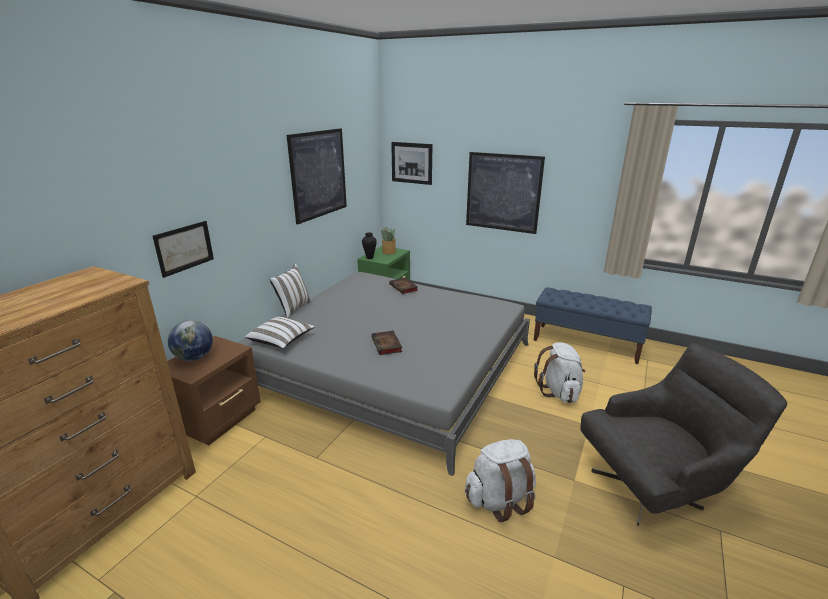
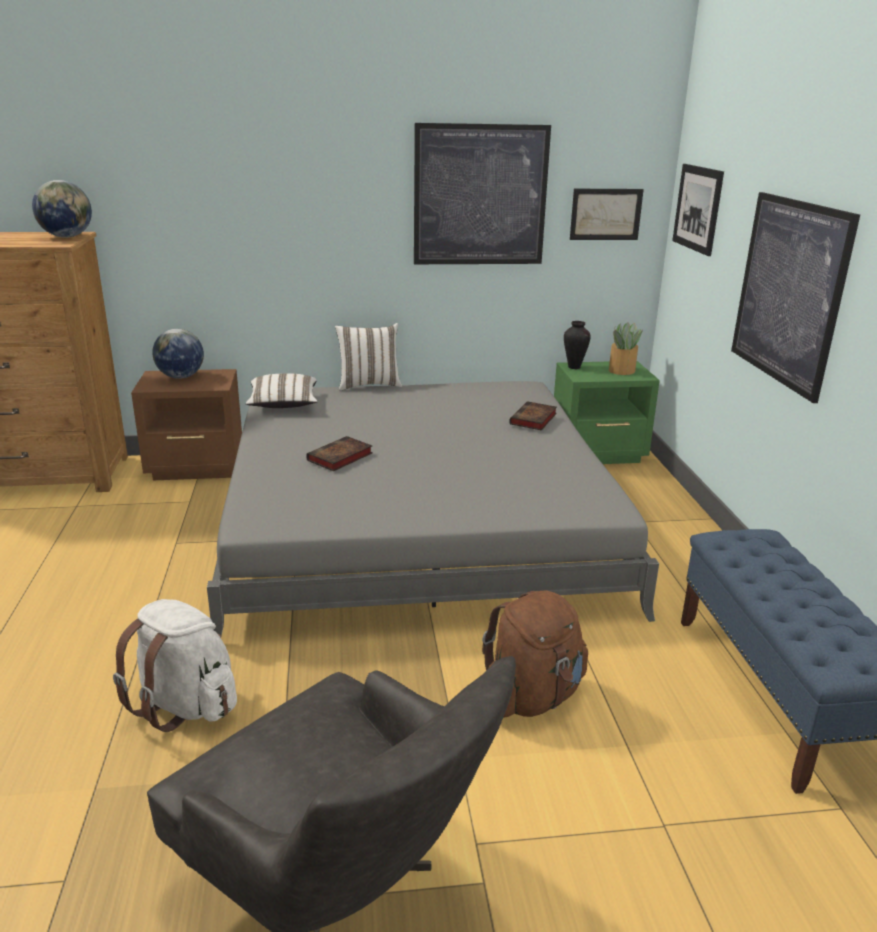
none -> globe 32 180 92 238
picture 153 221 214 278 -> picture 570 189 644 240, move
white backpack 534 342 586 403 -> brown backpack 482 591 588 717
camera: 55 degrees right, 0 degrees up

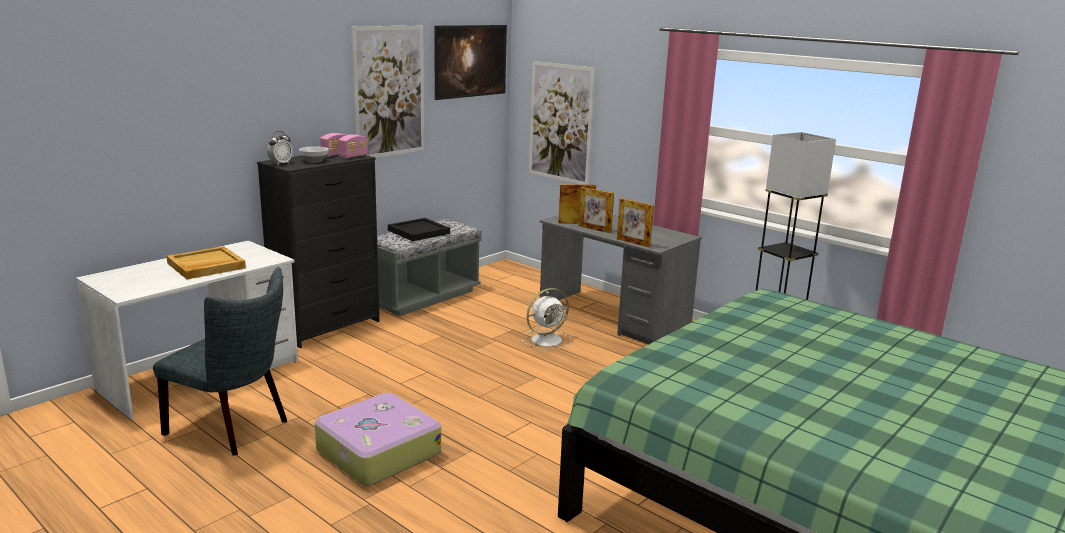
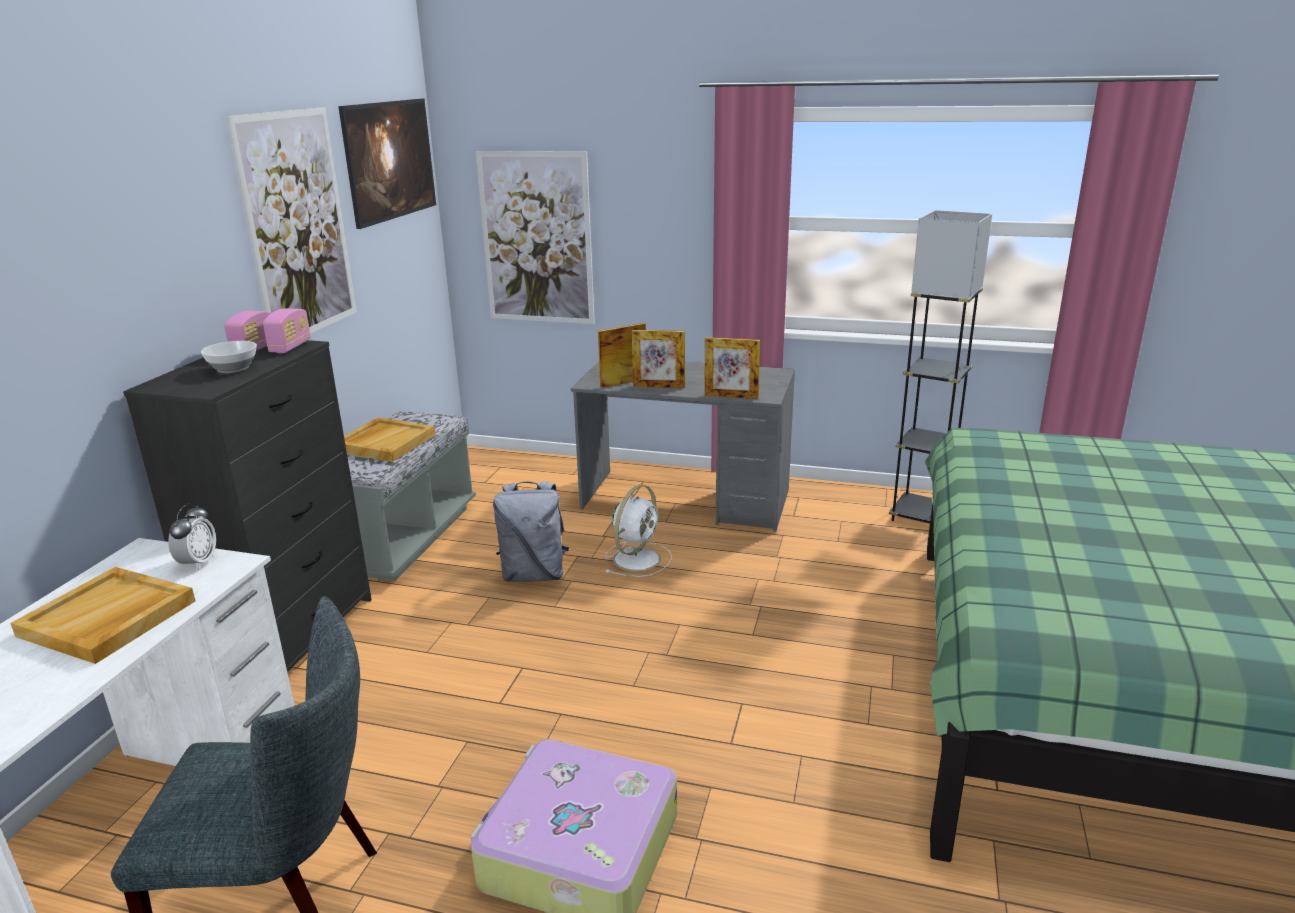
none -> grey backpack 493 480 569 582
alarm clock 267 131 292 165 -> alarm clock 168 503 216 570, move
black tray 388 218 450 241 -> beige tray 344 418 436 462
camera: 25 degrees left, 5 degrees up

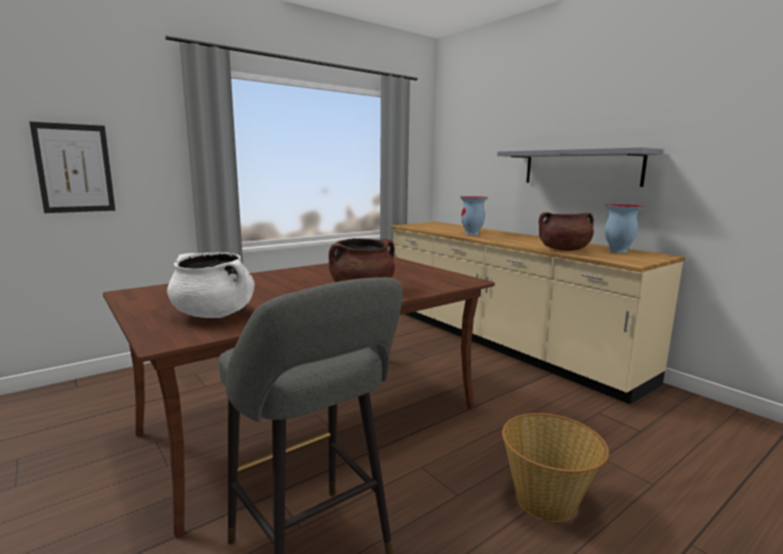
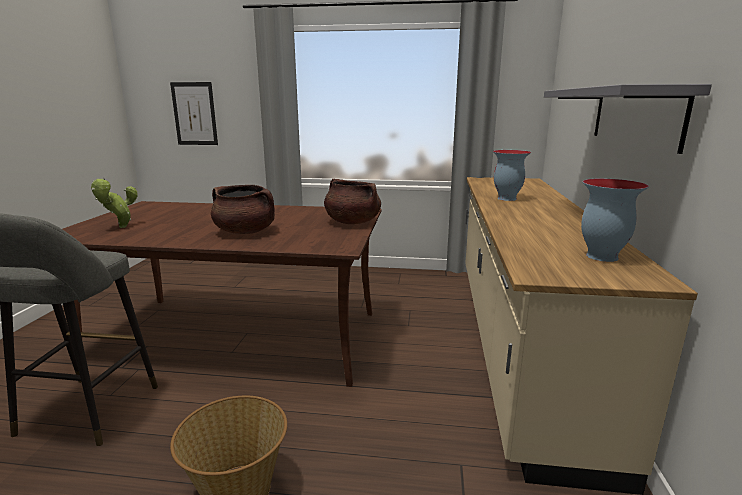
brown cooking pot 539 212 594 251 -> brown cooking pot 324 179 381 224, move
white cooking pot 167 253 255 318 -> potted plant 91 178 138 228
camera: 45 degrees right, 5 degrees up

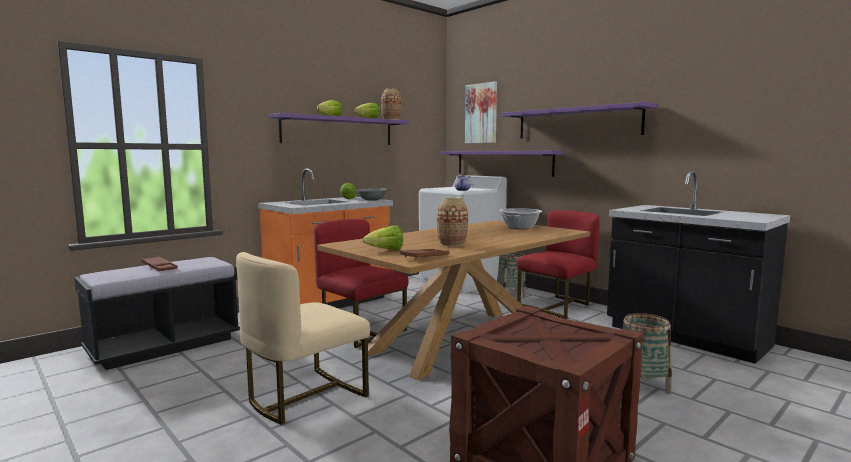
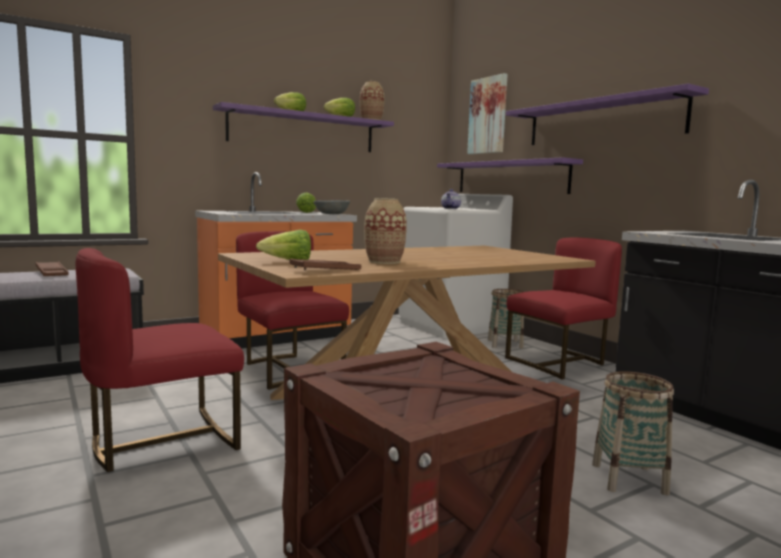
cooking pot 499 208 542 229 -> none
beige chair 236 252 370 425 -> red chair 76 248 244 472
camera: 10 degrees right, 0 degrees up

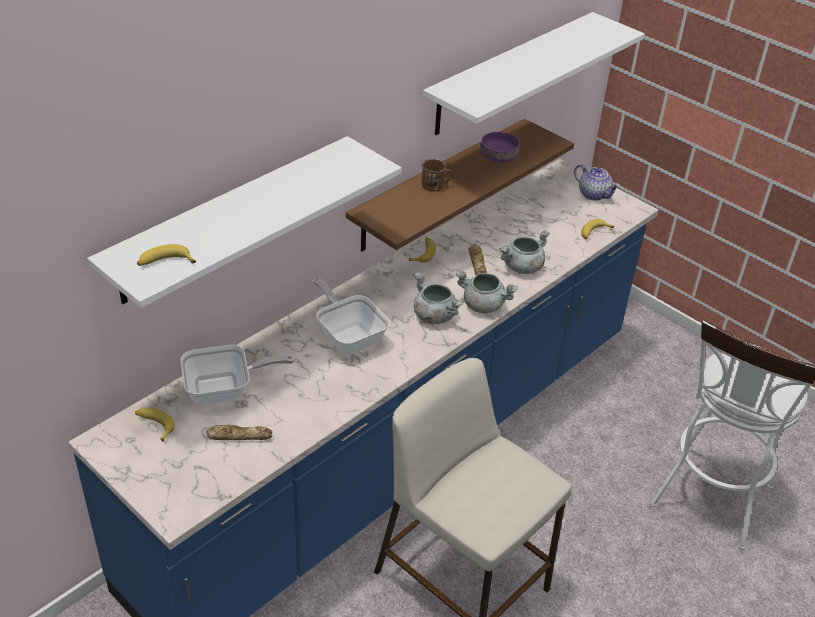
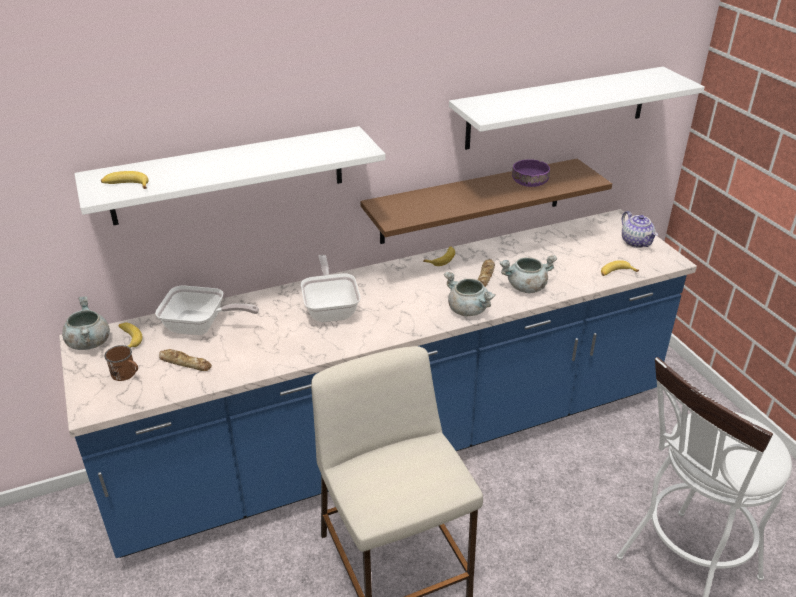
grey cooking pot 414 272 463 324 -> grey cooking pot 62 296 110 350, move
brown mug 422 159 453 191 -> brown mug 104 345 138 381, move
camera: 25 degrees right, 5 degrees down

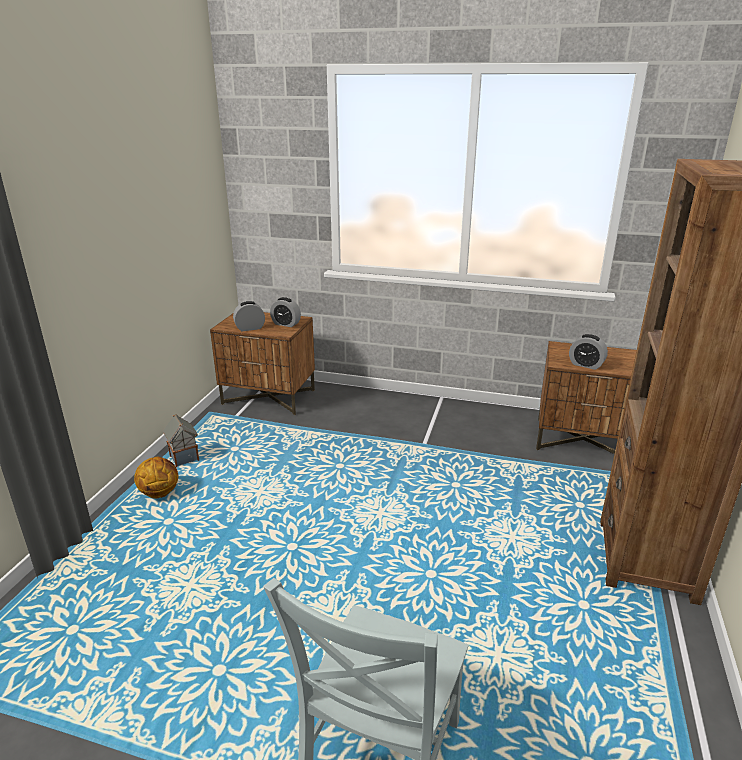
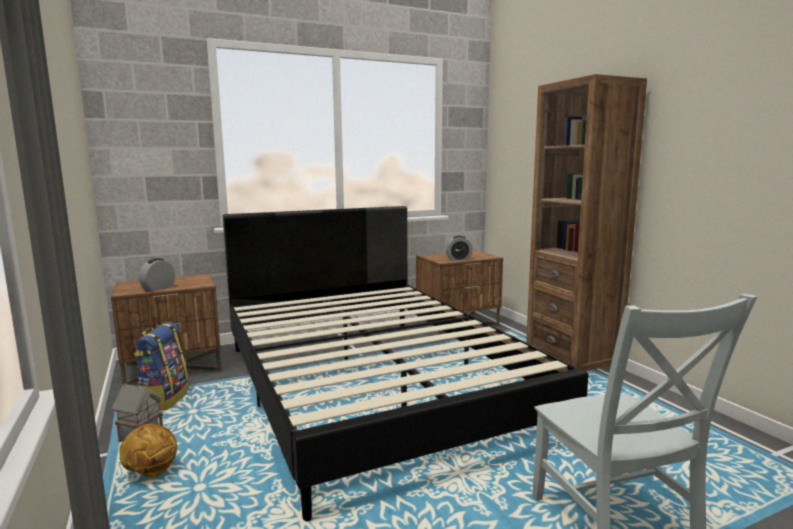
alarm clock 270 297 301 327 -> none
none -> backpack 134 322 189 411
none -> black bed 223 206 589 521
camera: 40 degrees left, 15 degrees down

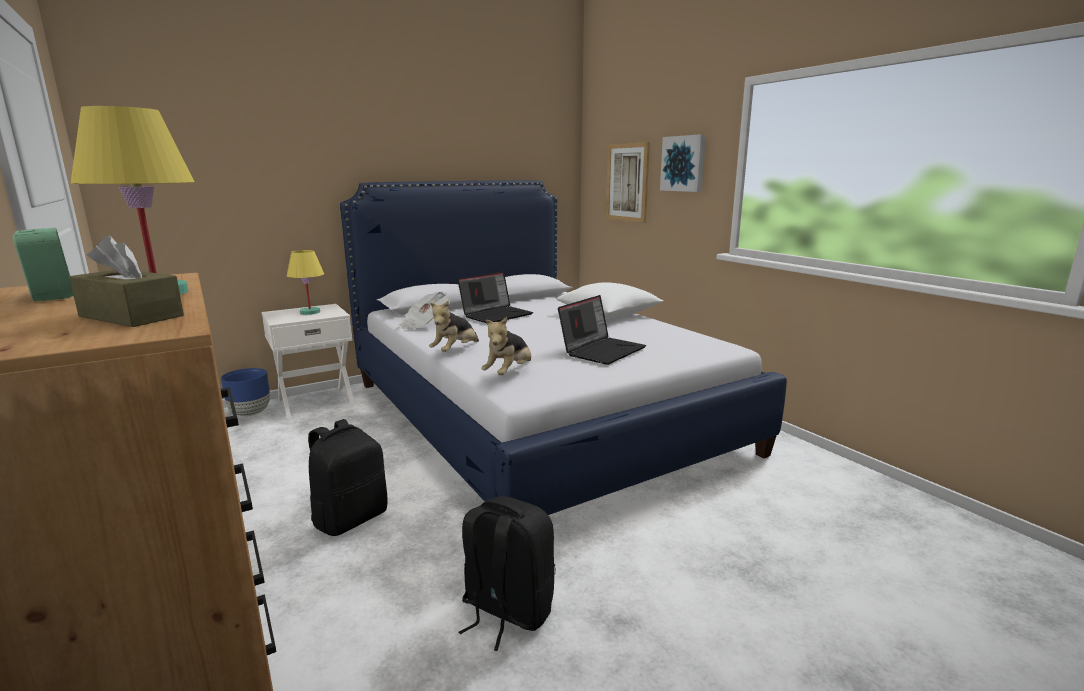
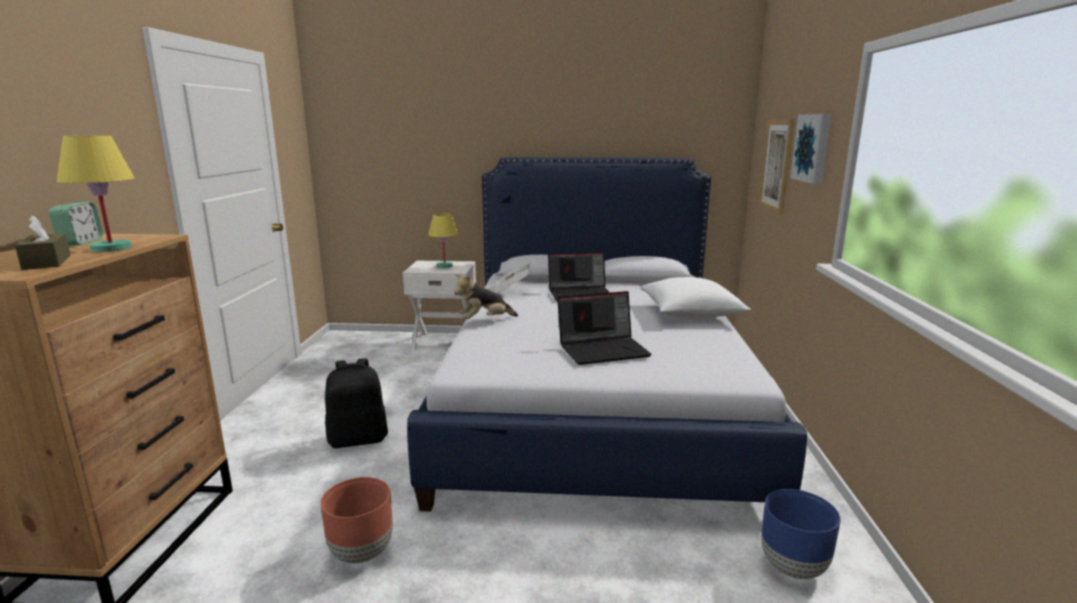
plush toy 481 317 531 375 -> none
blue planter 221 368 270 416 -> blue planter 761 489 841 579, move
black backpack 458 496 555 651 -> brown planter 320 477 393 564
camera: 35 degrees right, 0 degrees up

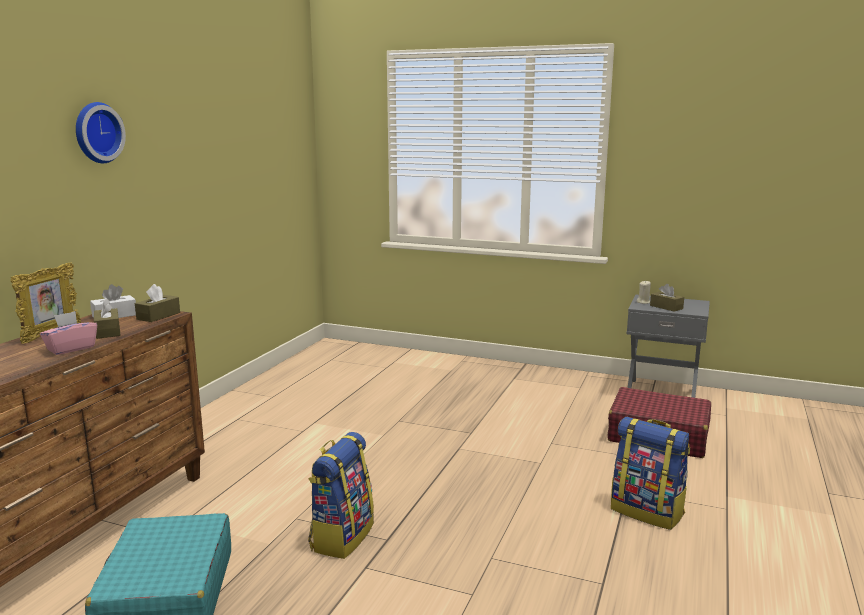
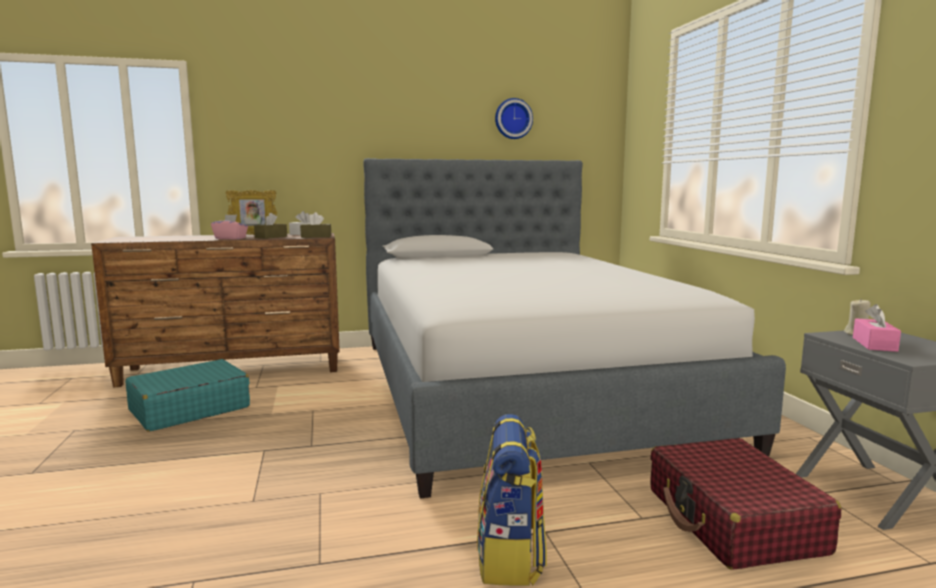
backpack 308 432 374 559 -> none
none -> bed 363 158 786 498
wall clock 76 102 126 163 -> wall clock 495 98 533 139, move
brown tissue box 650 284 684 312 -> pink tissue box 853 304 901 352
camera: 55 degrees right, 5 degrees down

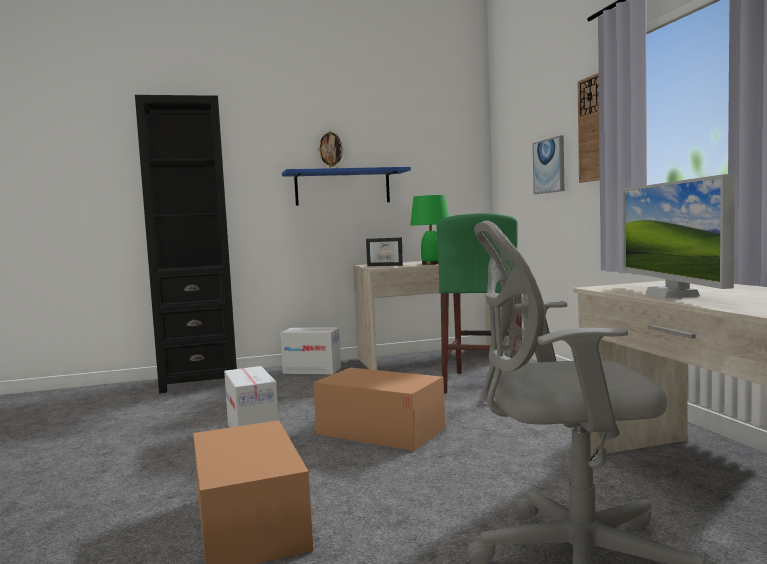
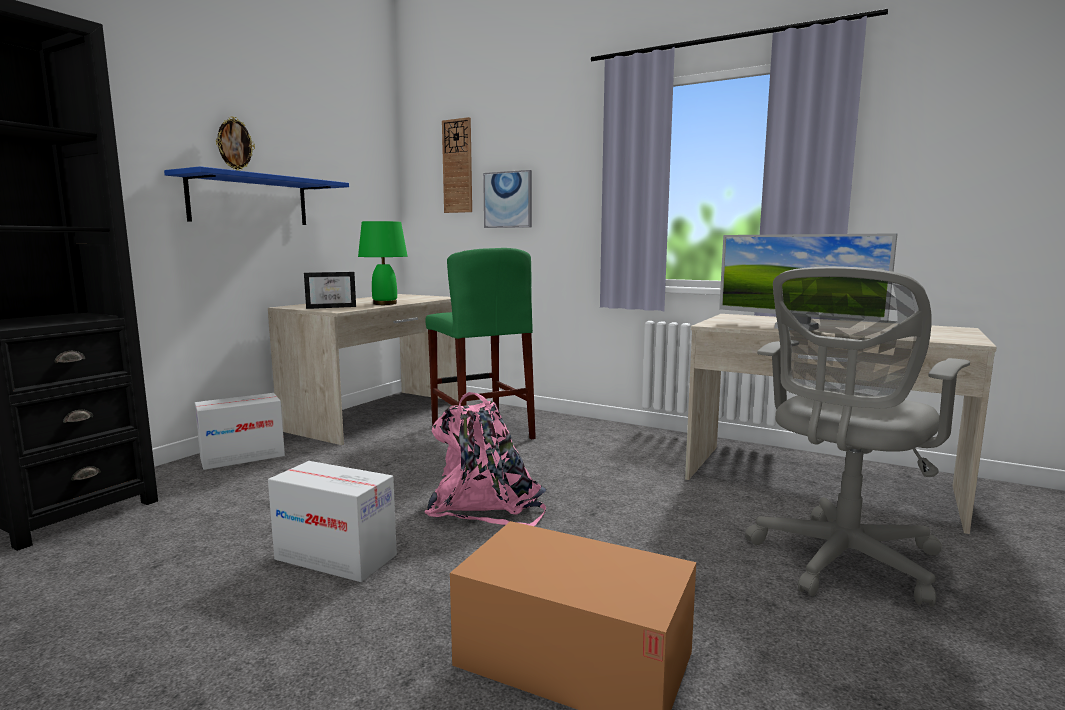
wall clock 578 73 600 183 -> wall clock 442 117 472 213, move
cardboard box 313 368 445 451 -> pink backpack 424 392 546 526
camera: 45 degrees left, 5 degrees up

